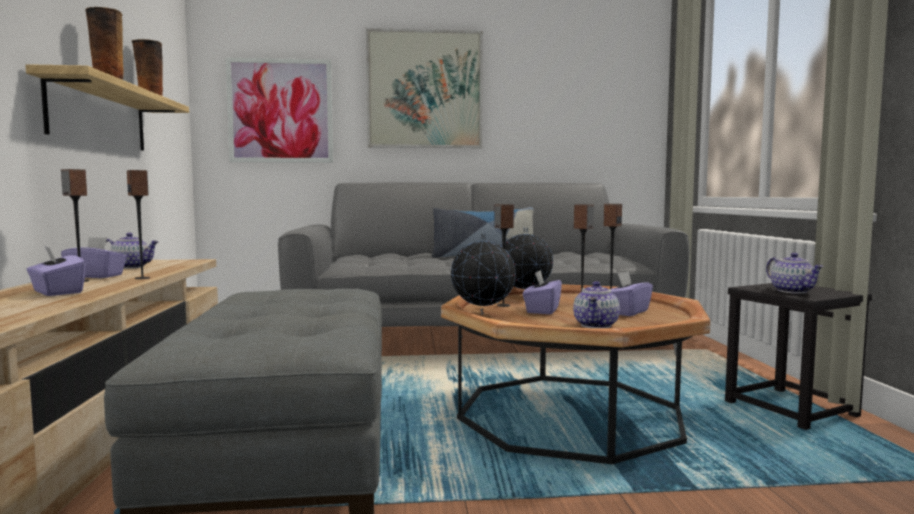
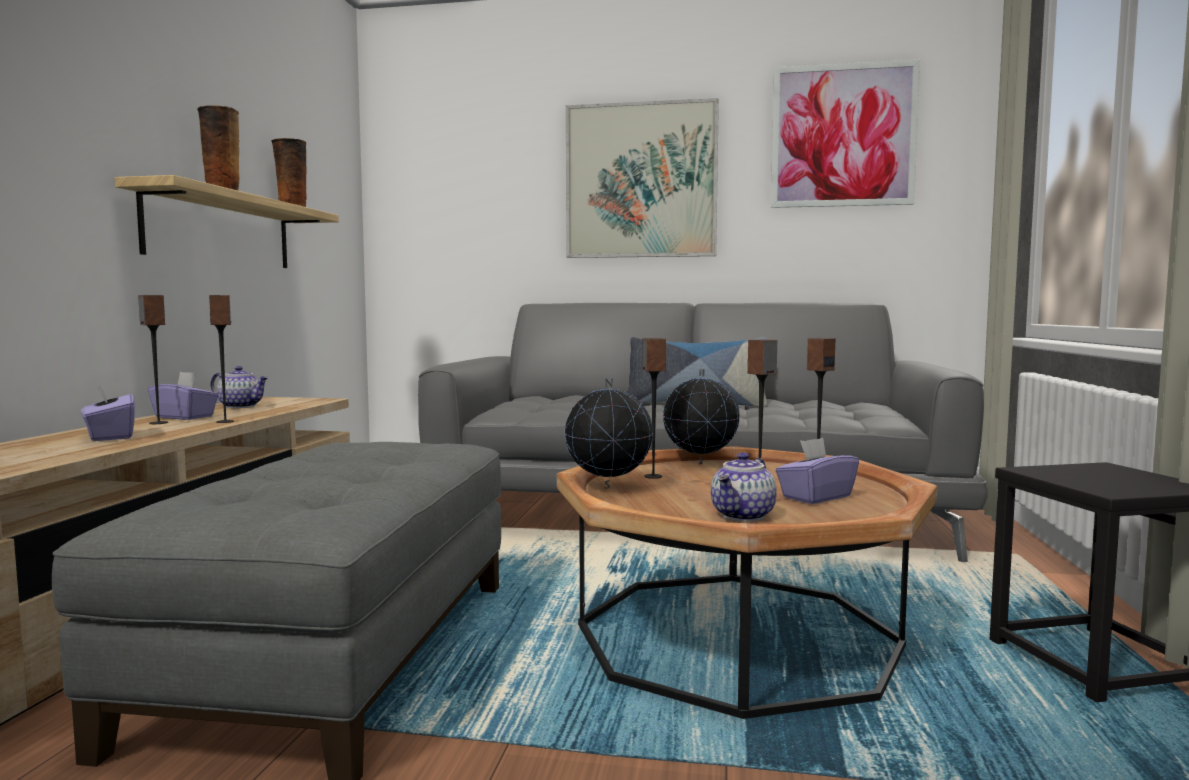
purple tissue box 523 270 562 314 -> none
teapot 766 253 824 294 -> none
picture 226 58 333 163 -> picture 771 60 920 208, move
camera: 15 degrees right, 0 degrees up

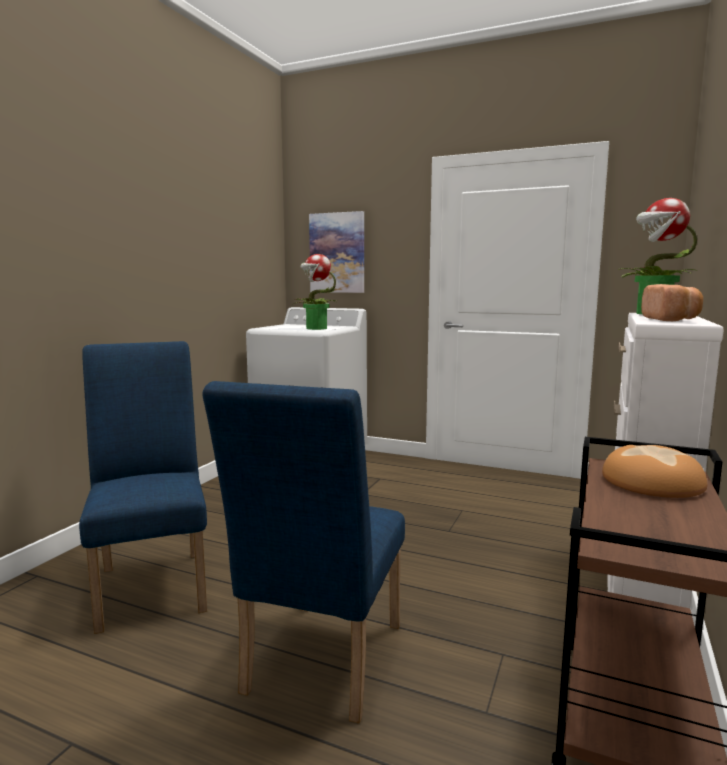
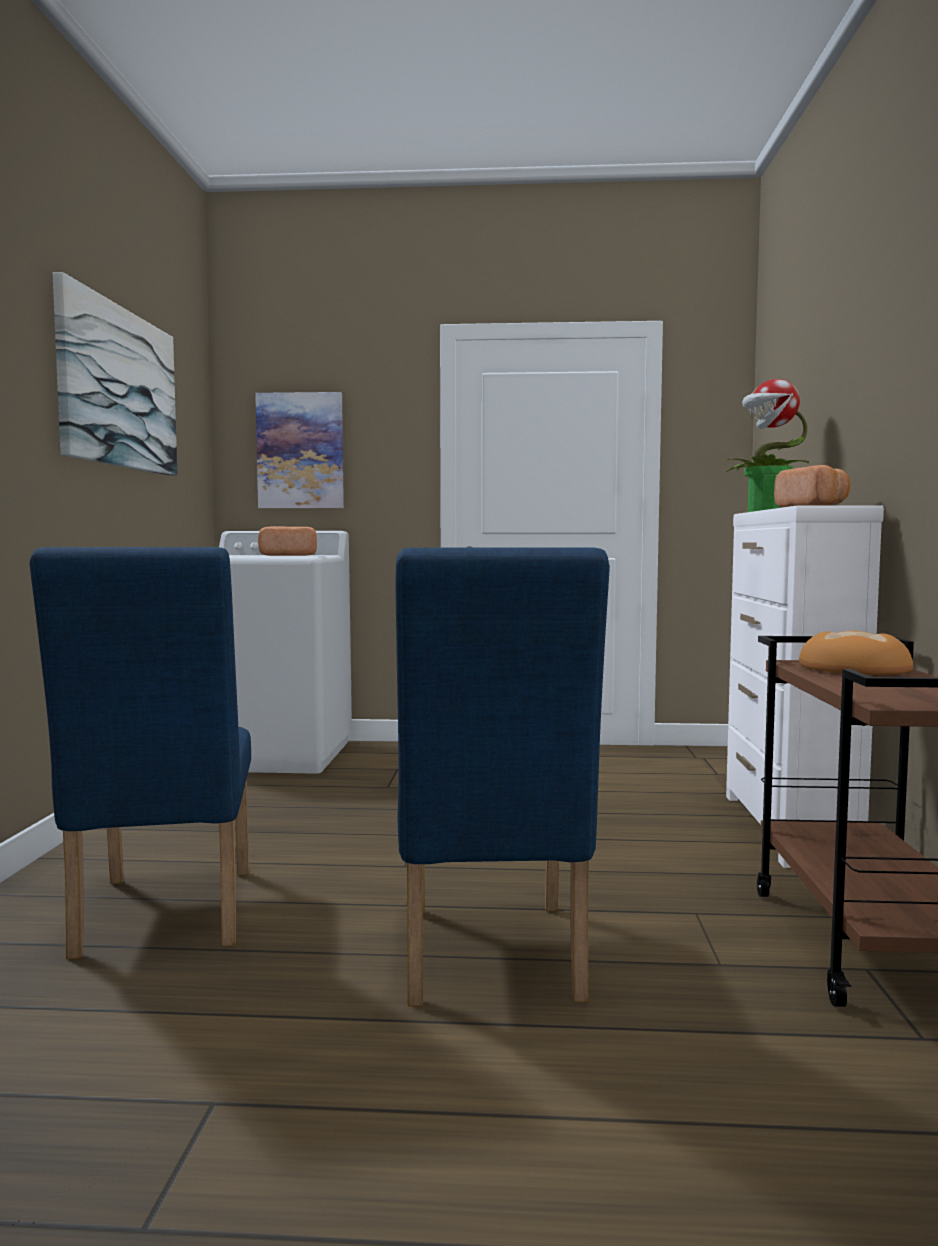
none -> picture 52 272 177 476
potted plant 292 254 338 330 -> bread 258 526 317 556
blue chair 79 341 207 634 -> blue chair 29 547 251 959, 150 degrees counterclockwise
camera: 20 degrees left, 5 degrees down

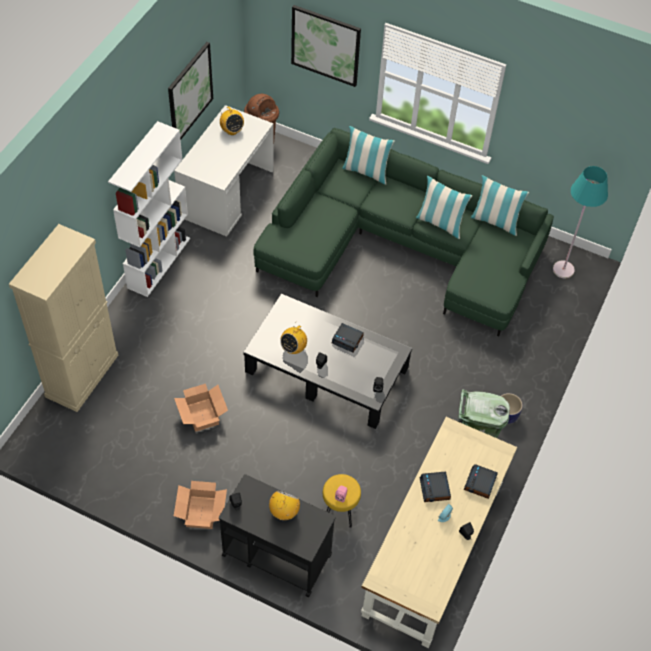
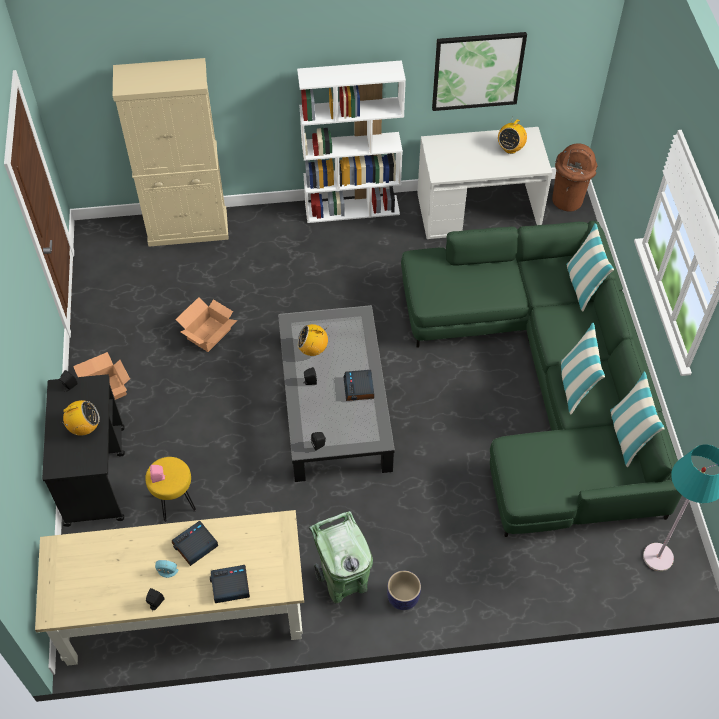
picture 291 5 361 87 -> none
camera: 60 degrees right, 0 degrees up

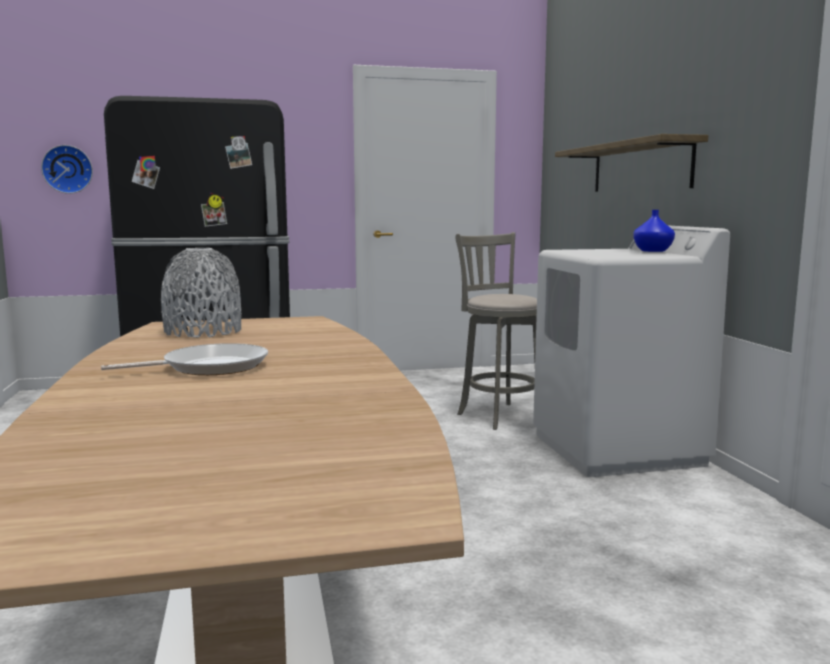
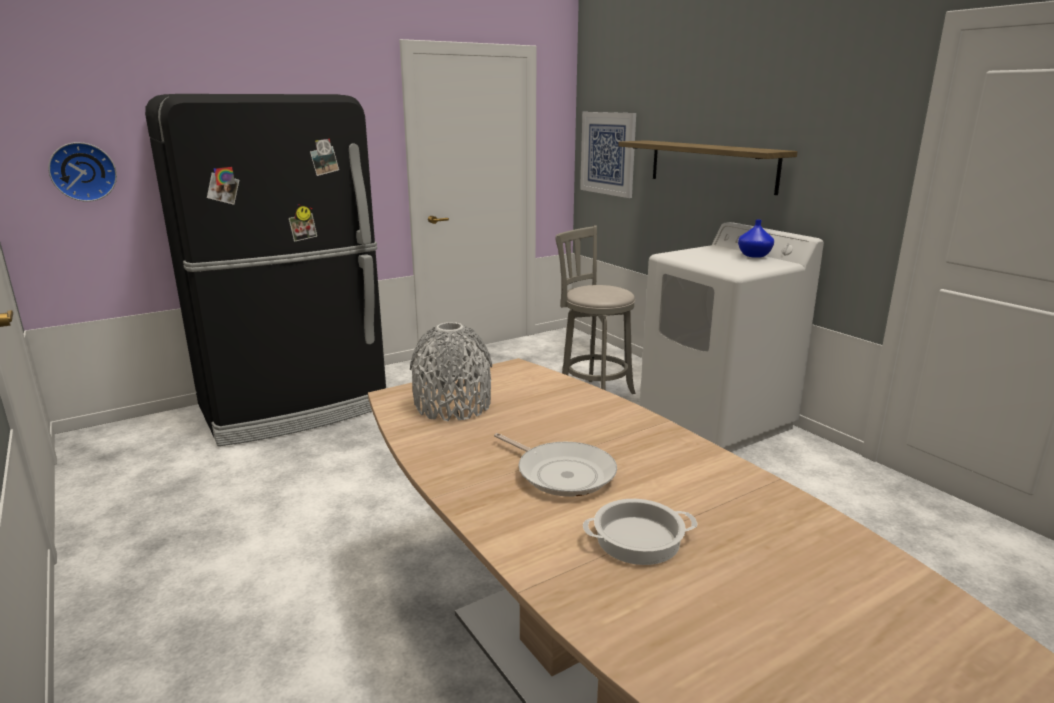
none -> picture 580 112 636 198
none -> cooking pot 583 499 698 565
frying pan 101 343 268 375 -> frying pan 494 433 617 497, 90 degrees clockwise
camera: 20 degrees left, 10 degrees up

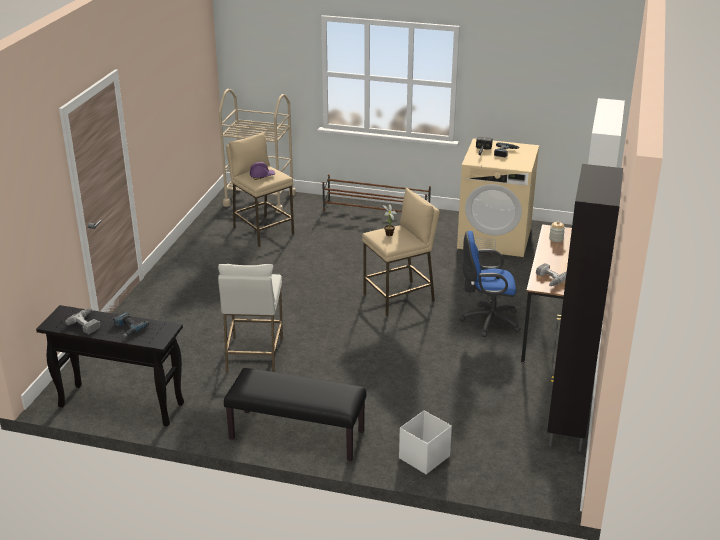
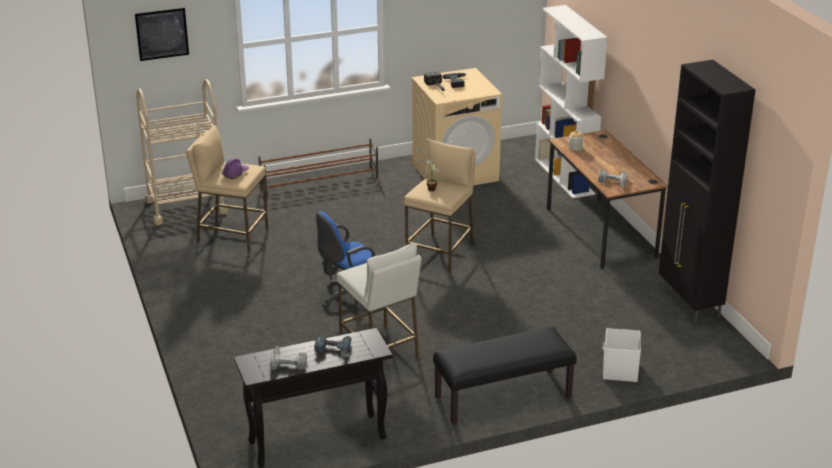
none -> picture 135 8 189 61
blue office chair 459 231 521 337 -> blue office chair 316 211 376 315, move
camera: 35 degrees left, 0 degrees up

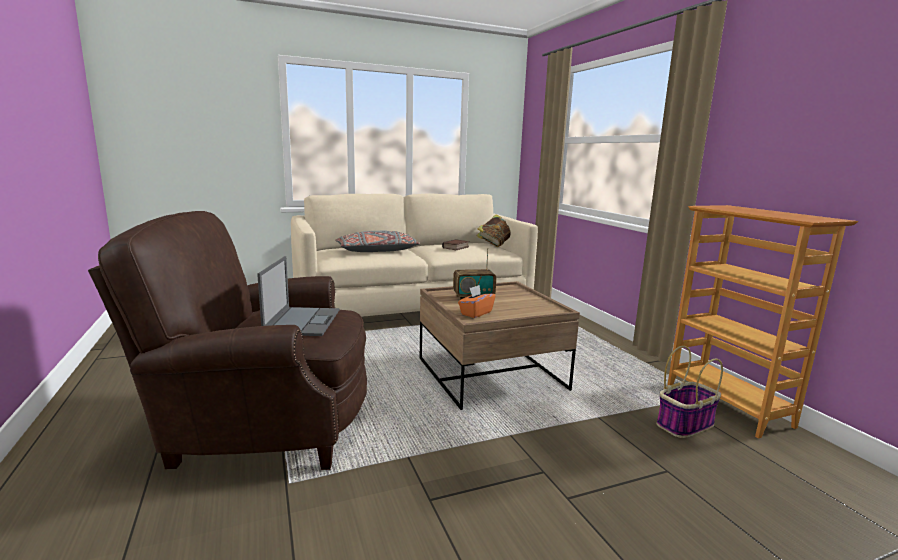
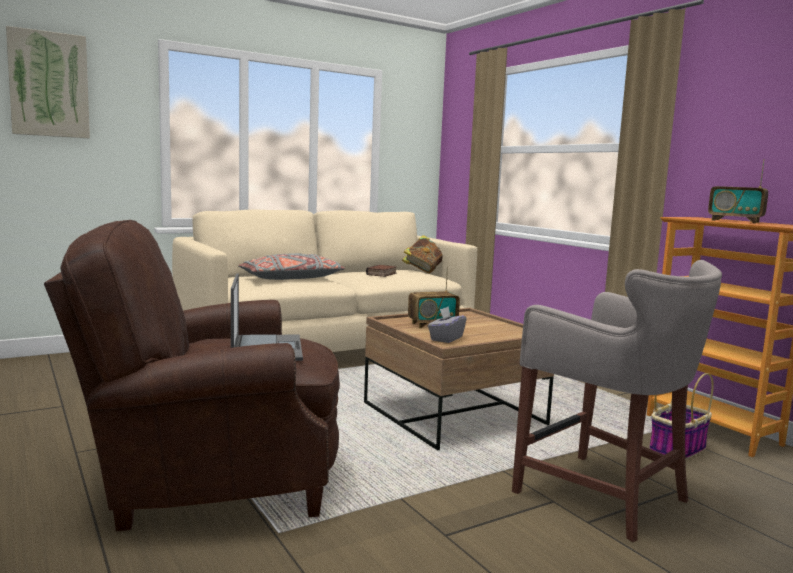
none -> picture 6 26 90 138
none -> grey stool 512 260 722 542
none -> radio 708 159 768 223
orange tissue box 458 285 495 318 -> grey tissue box 428 306 467 343
camera: 10 degrees left, 5 degrees down

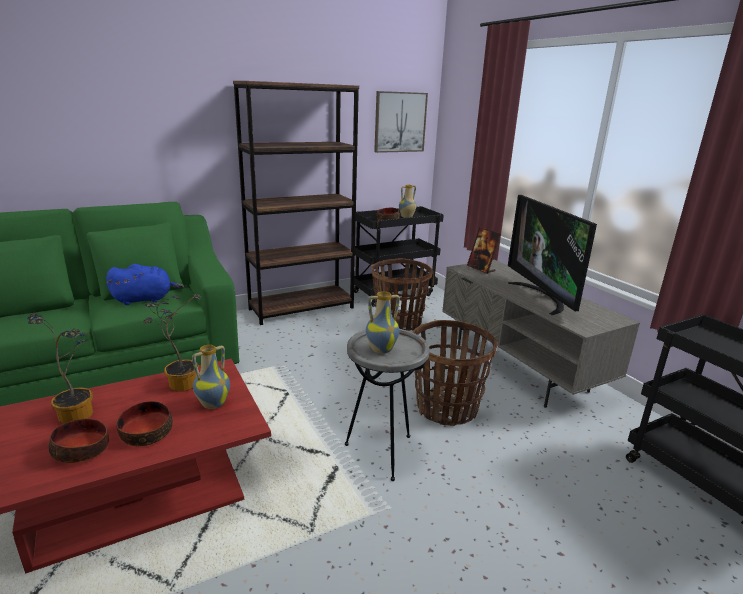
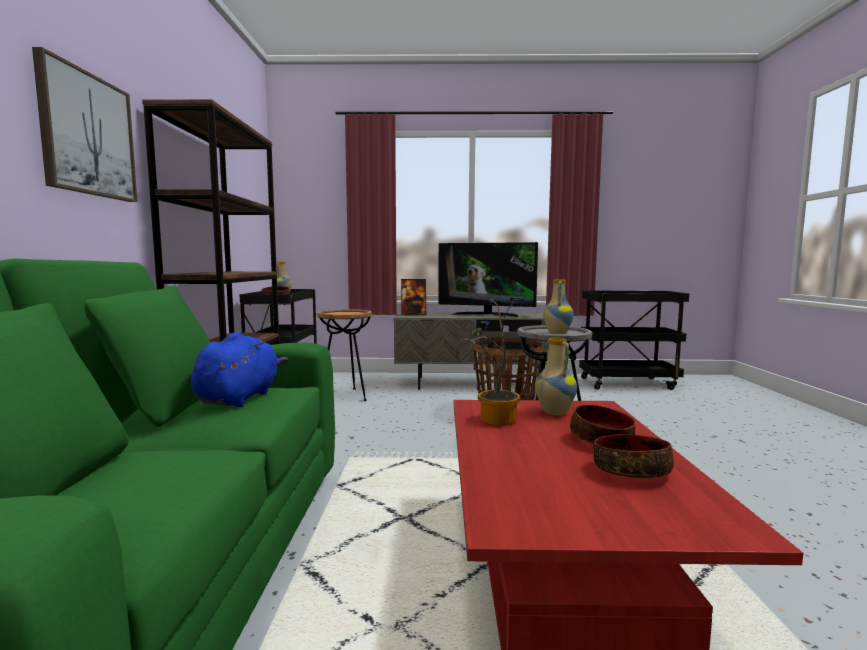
potted plant 27 313 93 424 -> none
picture 374 91 428 153 -> picture 32 47 138 202, move
basket 371 259 433 331 -> brown side table 317 309 372 401
camera: 60 degrees left, 15 degrees down

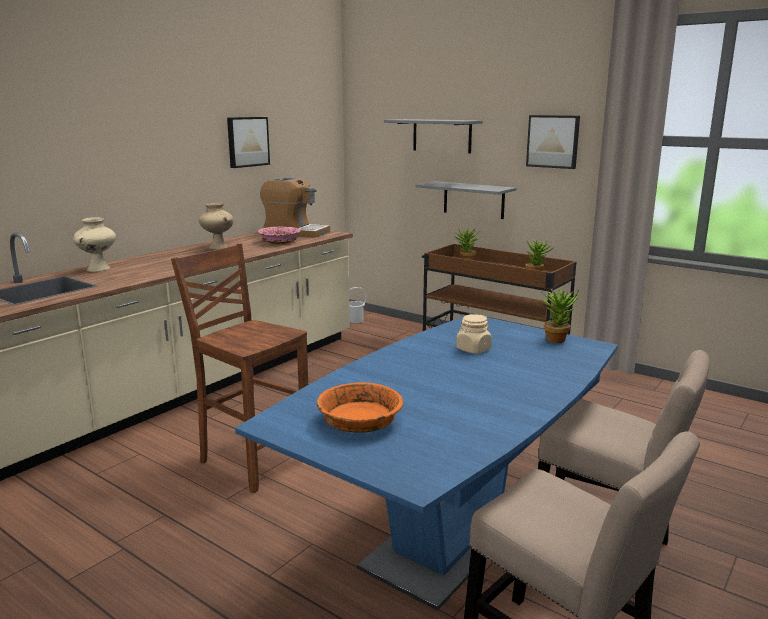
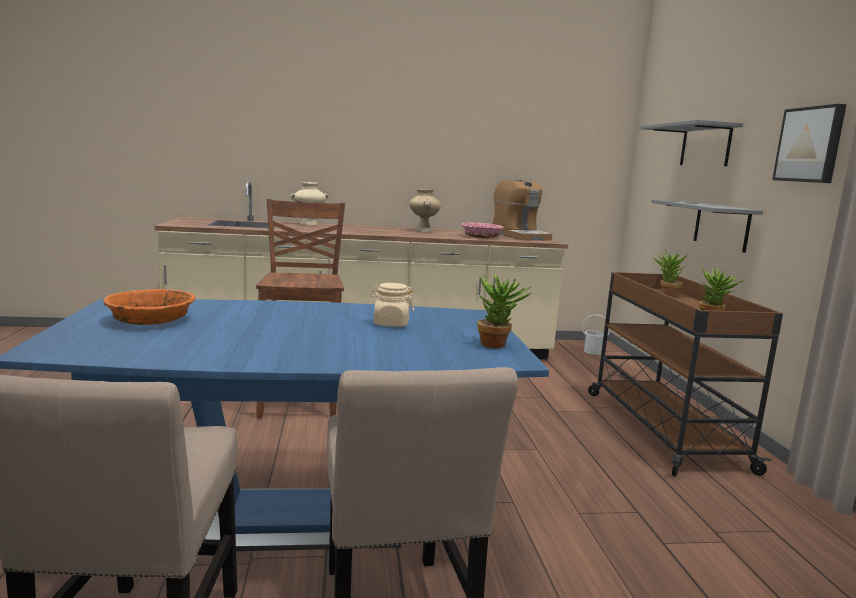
picture 227 117 270 168 -> none
camera: 45 degrees right, 5 degrees down

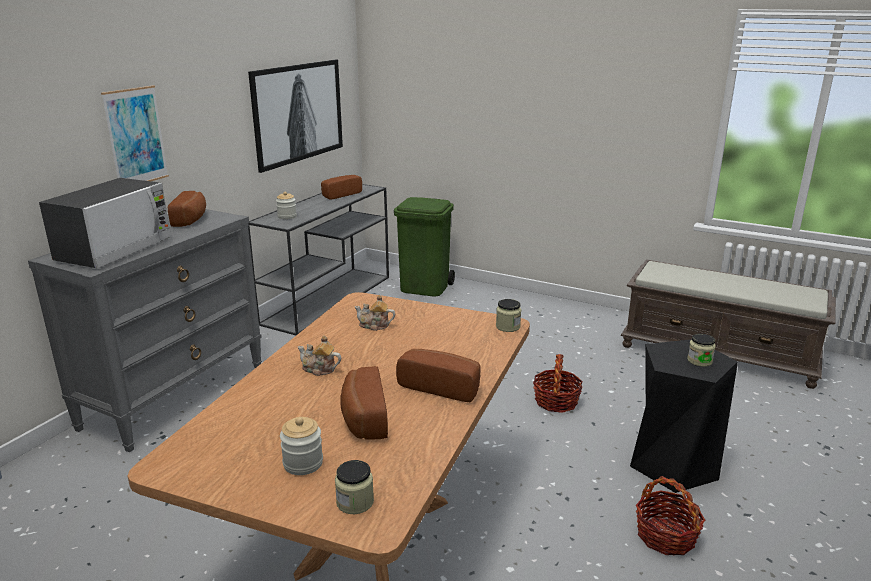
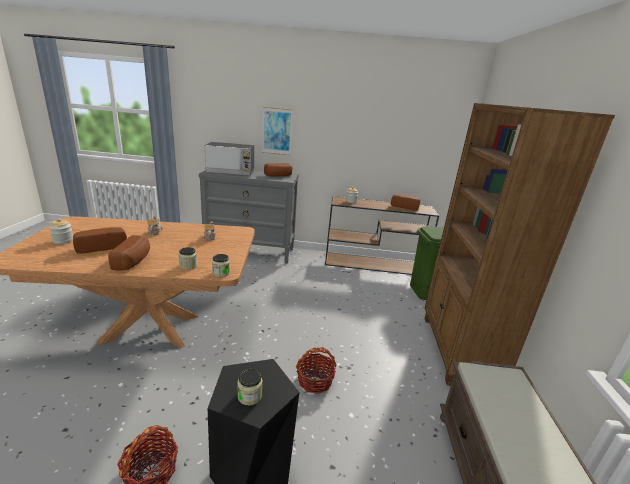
picture 248 59 343 173 -> none
none -> brown bookcase 425 103 615 386
jar 335 460 374 514 -> jar 179 247 197 270, move
grey console table 248 184 389 336 -> brown console table 325 196 439 275
camera: 65 degrees right, 0 degrees up

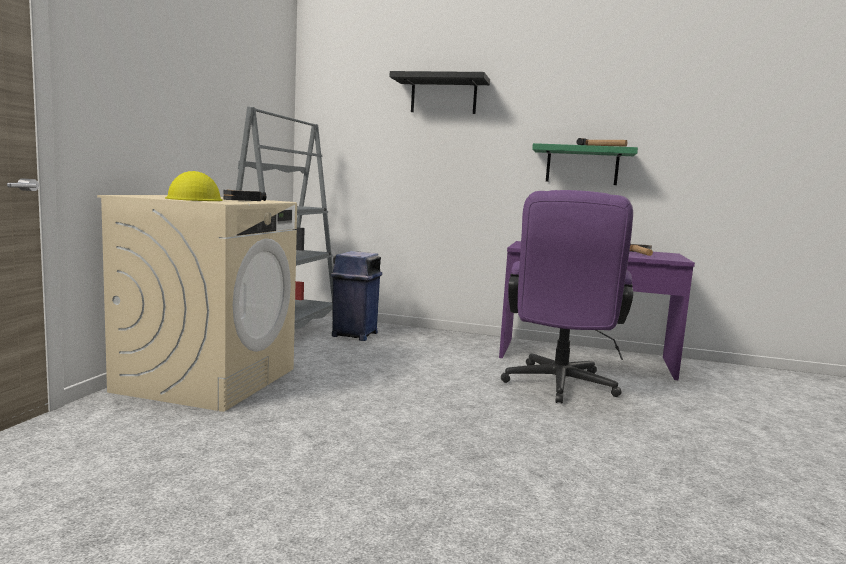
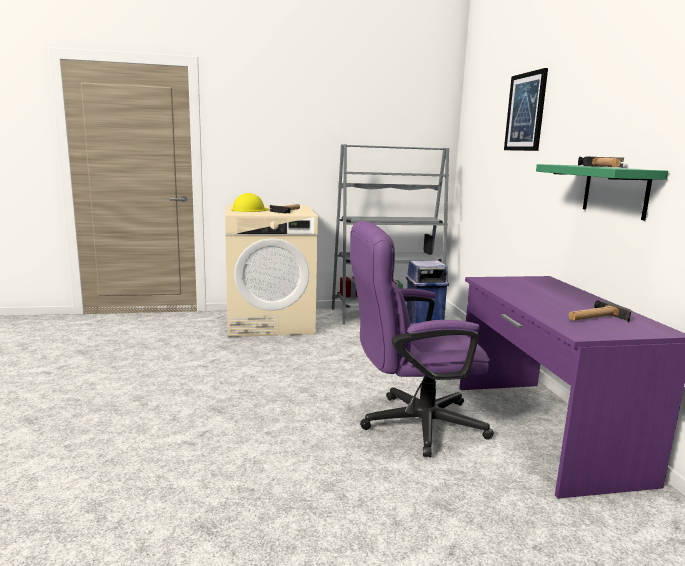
black shelf 389 71 490 114 -> picture 504 68 548 151
camera: 65 degrees right, 5 degrees up

